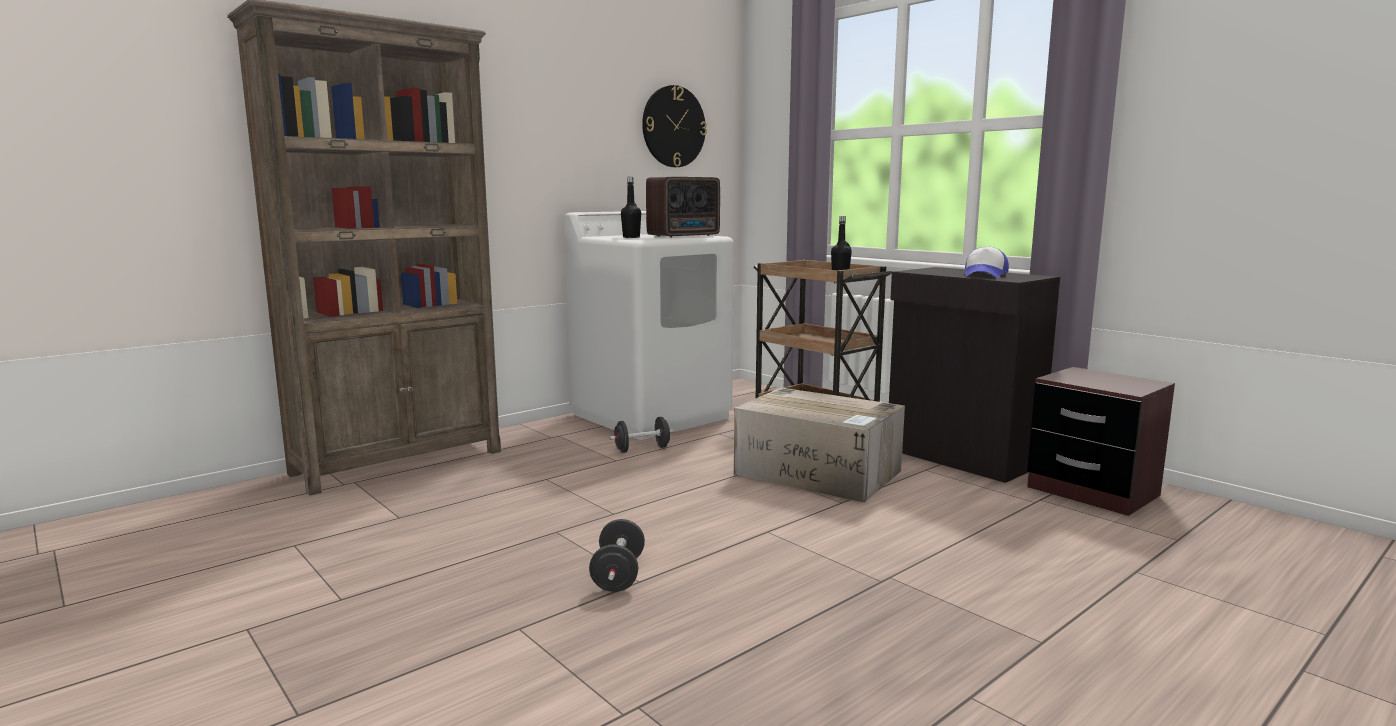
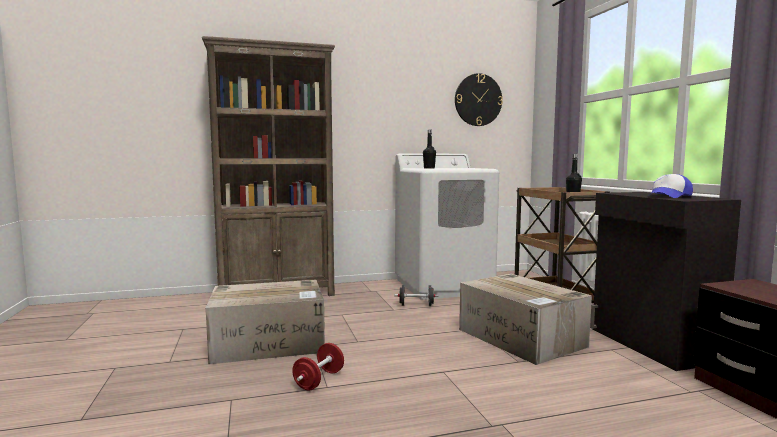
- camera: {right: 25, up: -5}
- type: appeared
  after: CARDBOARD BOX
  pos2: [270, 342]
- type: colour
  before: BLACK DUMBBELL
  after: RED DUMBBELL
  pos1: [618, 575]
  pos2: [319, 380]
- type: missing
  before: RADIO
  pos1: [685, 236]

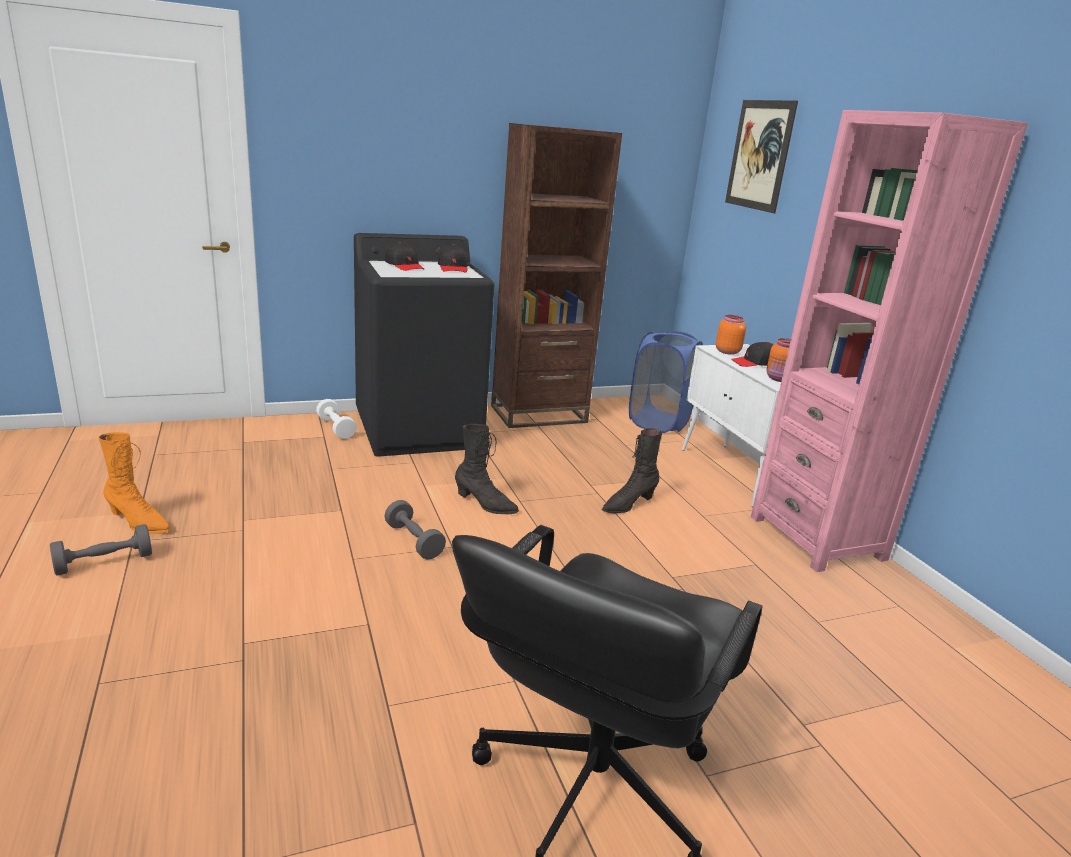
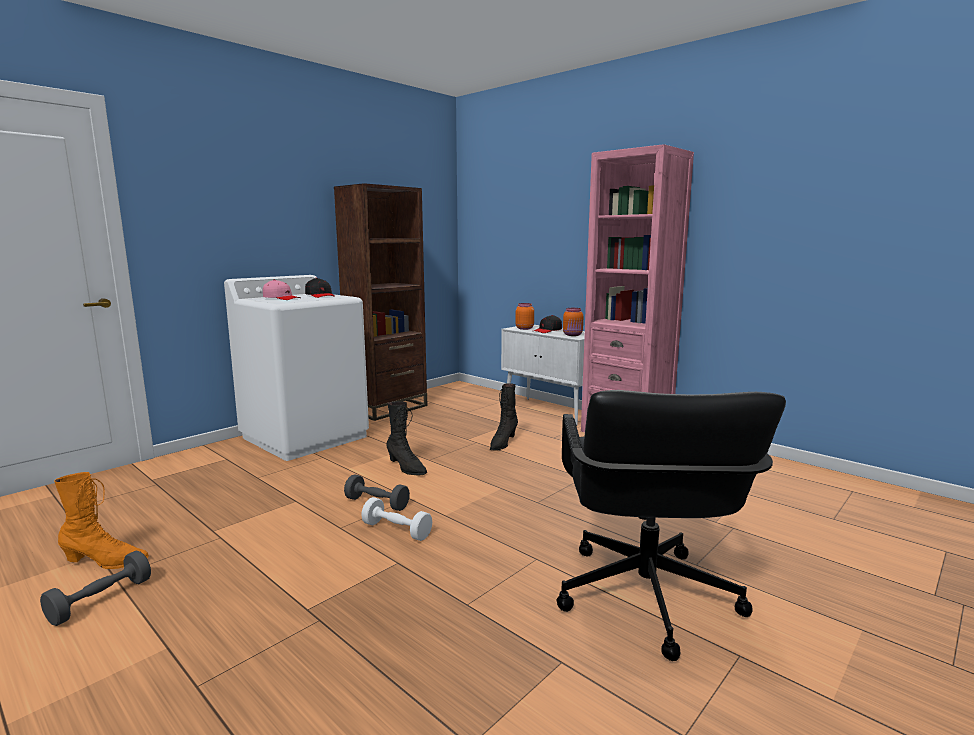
- camera: {right: -25, up: -10}
- type: colour
  before: BLACK WASHING MACHINE
  after: WHITE WASHING MACHINE
  pos1: [419, 430]
  pos2: [305, 437]
- type: colour
  before: BLACK CAP
  after: PINK CAP
  pos1: [404, 266]
  pos2: [281, 298]
- type: relocated
  before: WHITE DUMBBELL
  pos1: [336, 428]
  pos2: [397, 530]
- type: spun
  before: BLACK BOOT
  pos1: [485, 504]
  pos2: [406, 468]
  turn: 45
- type: missing
  before: BLUE LAUNDRY BASKET
  pos1: [659, 422]
- type: missing
  before: PICTURE
  pos1: [759, 155]

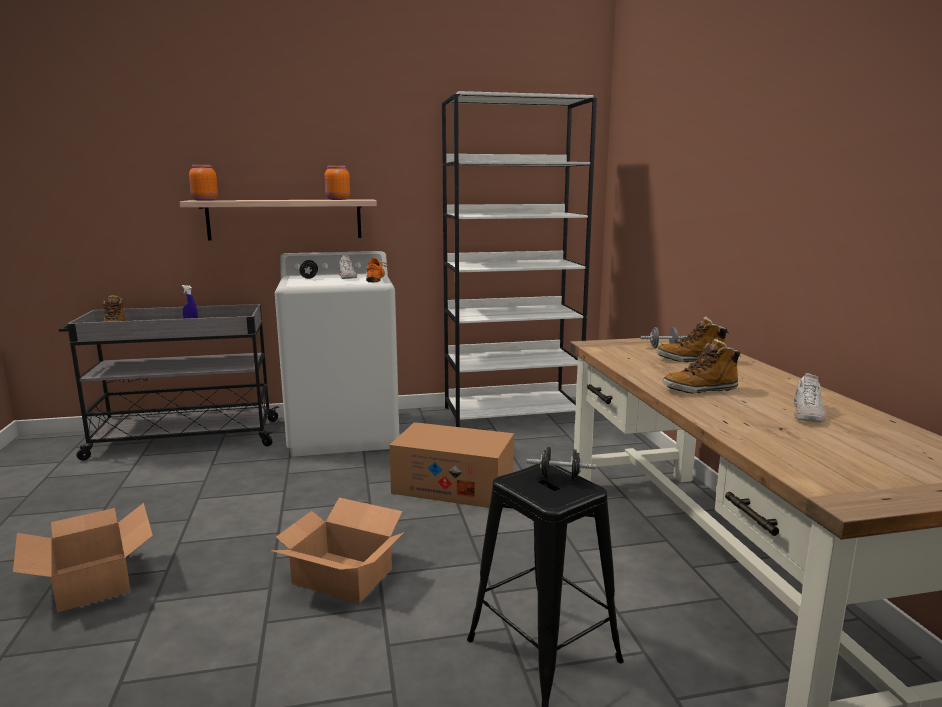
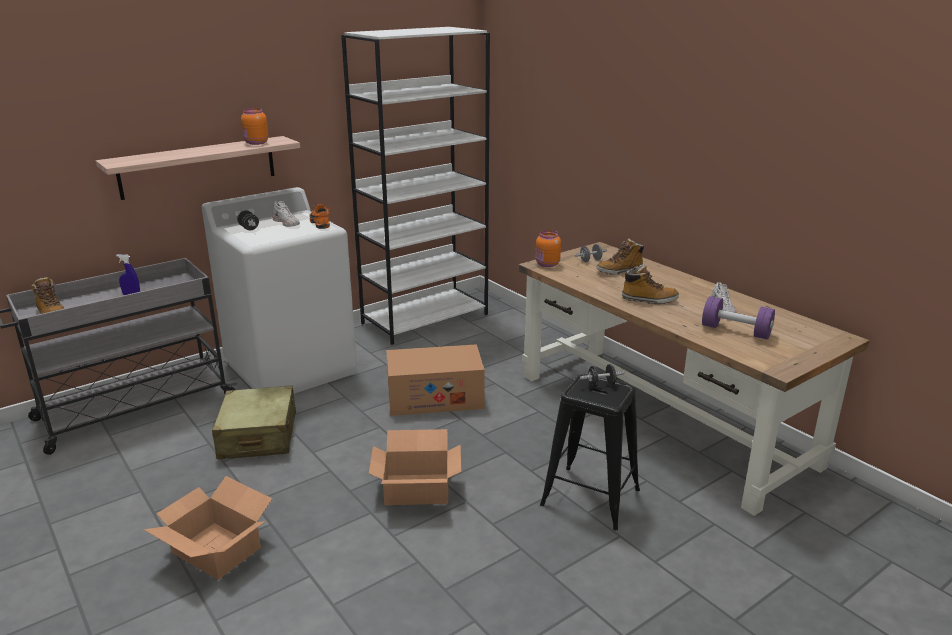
- camera: {right: -25, up: 10}
- type: appeared
  after: BEIGE SUITCASE
  pos2: [258, 436]
- type: relocated
  before: ORANGE JAR
  pos1: [204, 200]
  pos2: [547, 264]
- type: spun
  before: BOOT
  pos1: [700, 389]
  pos2: [649, 300]
  turn: -135
- type: appeared
  after: PURPLE DUMBBELL
  pos2: [736, 331]

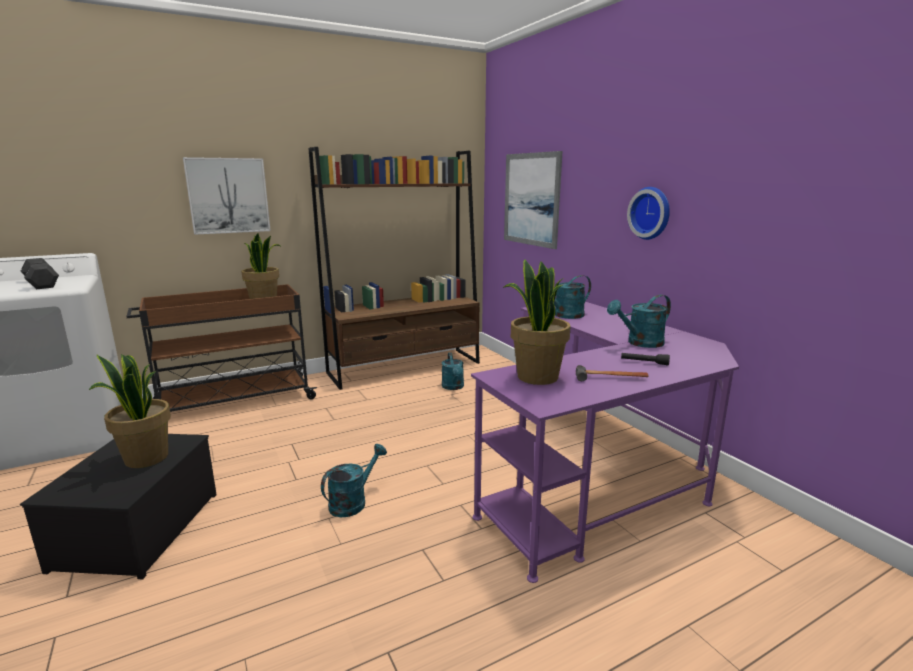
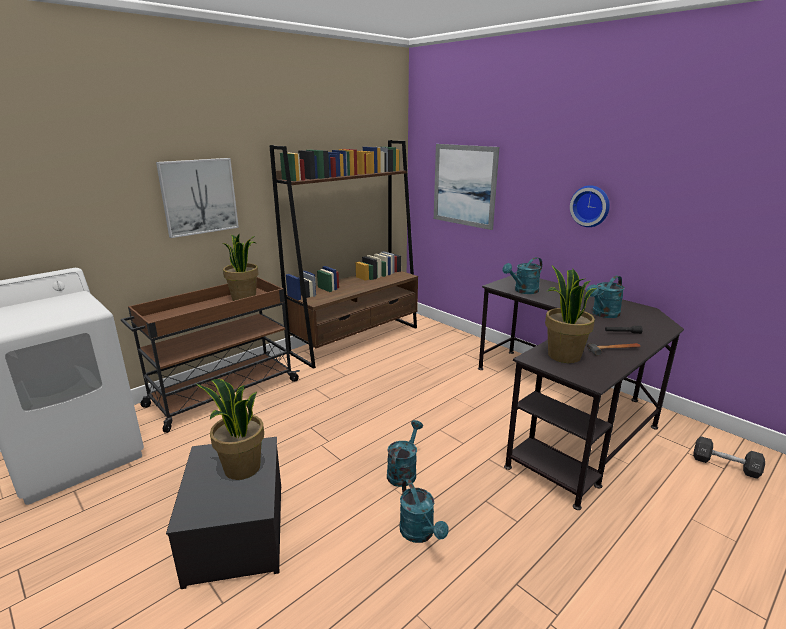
- camera: {right: -15, up: 5}
- type: relocated
  before: TURQUOISE WATERING CAN
  pos1: [453, 387]
  pos2: [420, 534]
- type: colour
  before: PURPLE DESK
  after: BLACK DESK
  pos1: [597, 468]
  pos2: [566, 411]
- type: relocated
  before: BLACK DUMBBELL
  pos1: [42, 284]
  pos2: [725, 465]

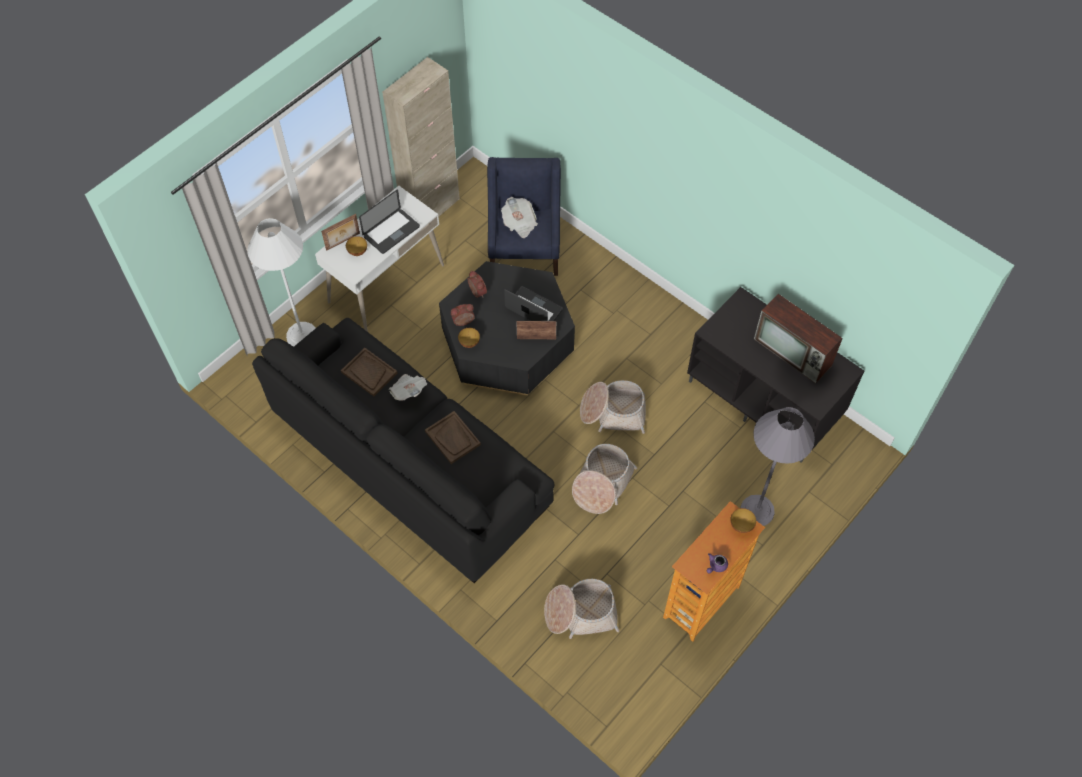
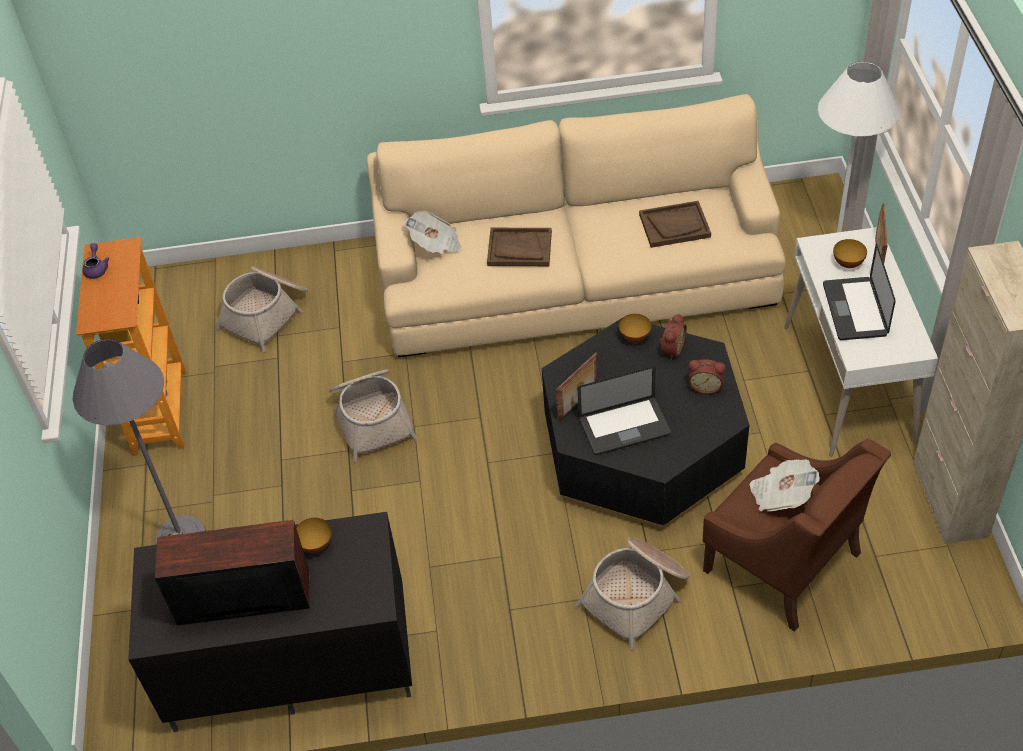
- camera: {right: 135, up: -10}
- type: relocated
  before: BOWL
  pos1: [741, 525]
  pos2: [316, 545]
- type: colour
  before: BLACK SOFA
  after: BEIGE SOFA
  pos1: [409, 458]
  pos2: [577, 280]
- type: relocated
  before: NEWSPAPER
  pos1: [408, 391]
  pos2: [436, 244]
- type: relocated
  before: BASKET
  pos1: [613, 412]
  pos2: [637, 595]
- type: colour
  before: BLUE ARMCHAIR
  after: BROWN ARMCHAIR
  pos1: [525, 249]
  pos2: [783, 563]

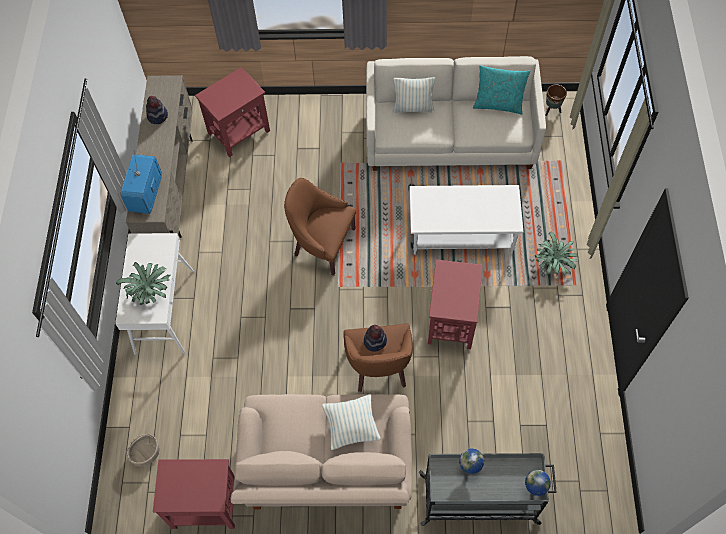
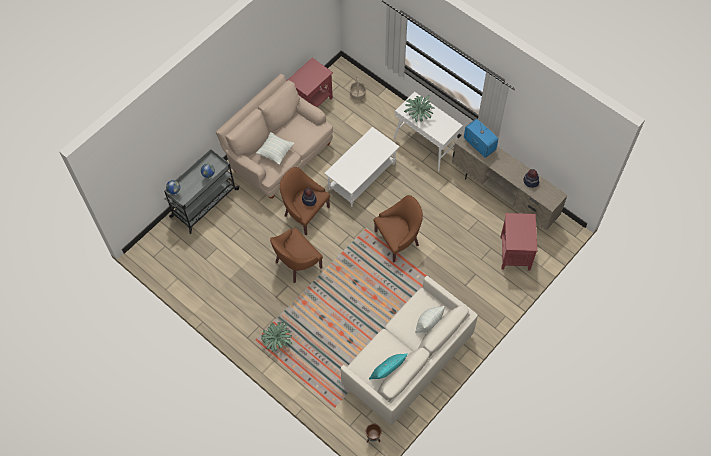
- camera: {right: 130, up: 0}
- type: exchanged
  before: RED SIDE TABLE
  after: BROWN ARMCHAIR
  pos1: [451, 320]
  pos2: [296, 263]
- type: relocated
  before: WHITE COFFEE TABLE
  pos1: [462, 233]
  pos2: [362, 177]

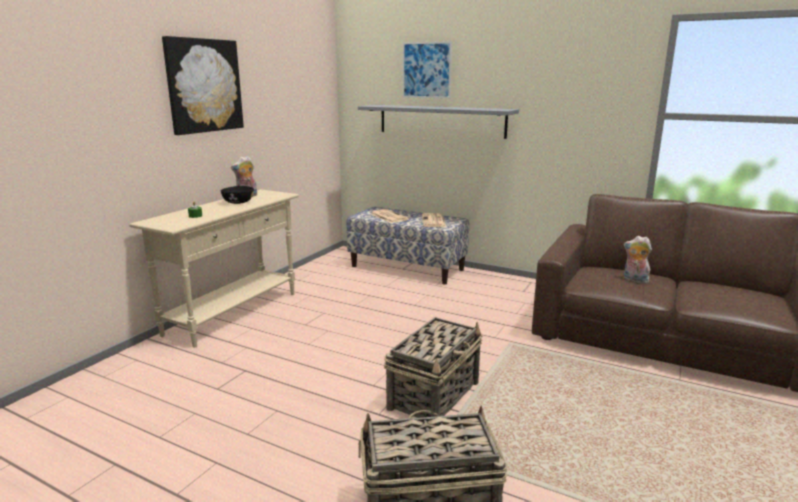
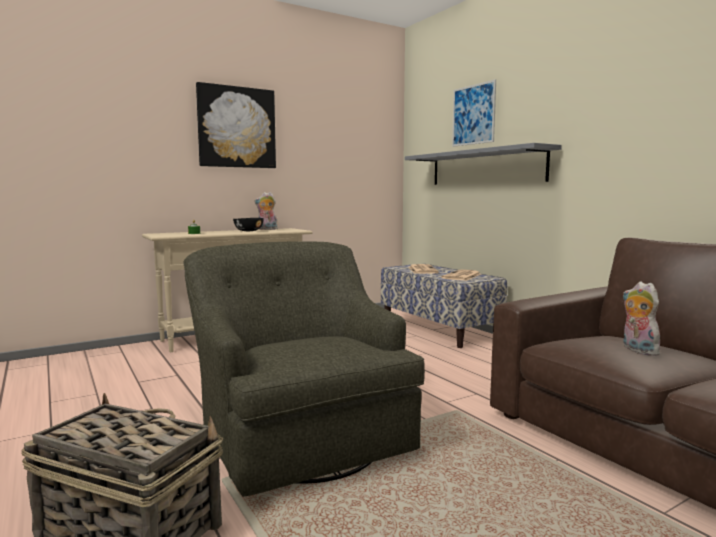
- camera: {right: 30, up: -10}
- type: exchanged
  before: BASKET
  after: GREEN ARMCHAIR
  pos1: [435, 395]
  pos2: [300, 434]

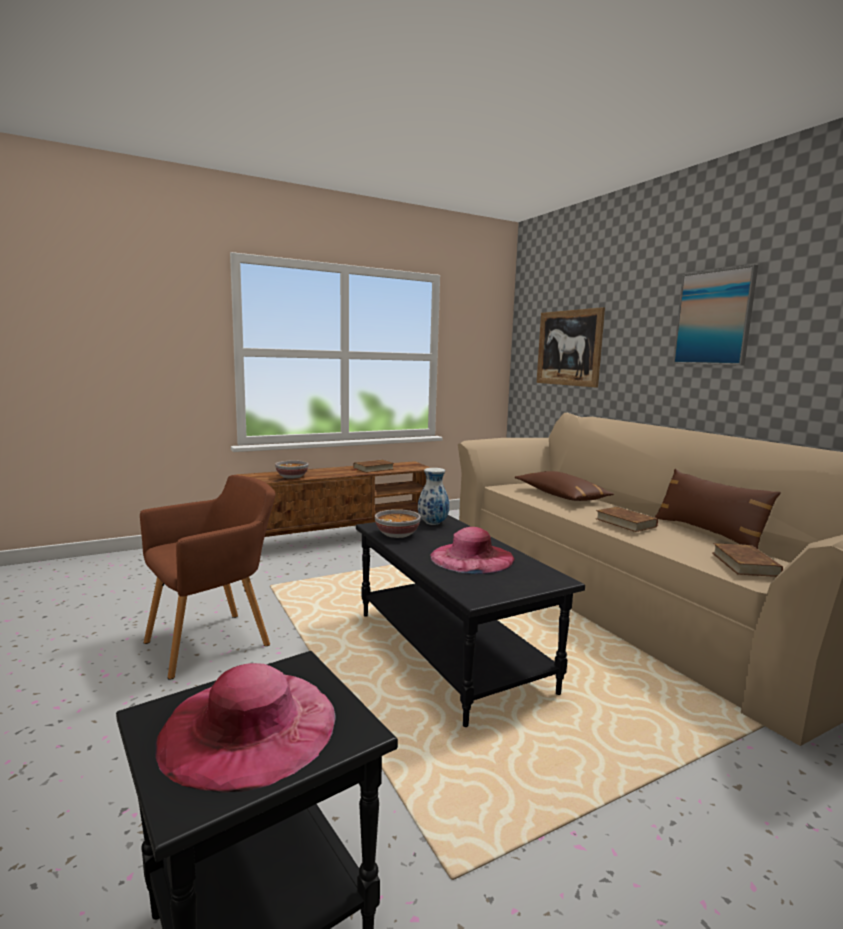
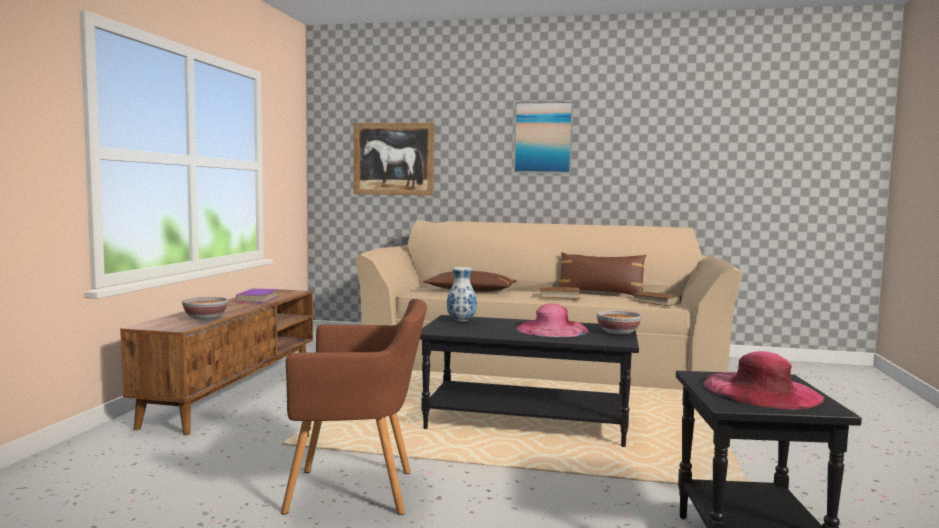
- camera: {right: -50, up: -5}
- type: colour
  before: BROWN BOOK
  after: PURPLE BOOK
  pos1: [373, 469]
  pos2: [257, 299]
- type: spun
  before: BROWN ARMCHAIR
  pos1: [214, 641]
  pos2: [358, 491]
  turn: 90
- type: relocated
  before: BOWL
  pos1: [397, 534]
  pos2: [618, 332]

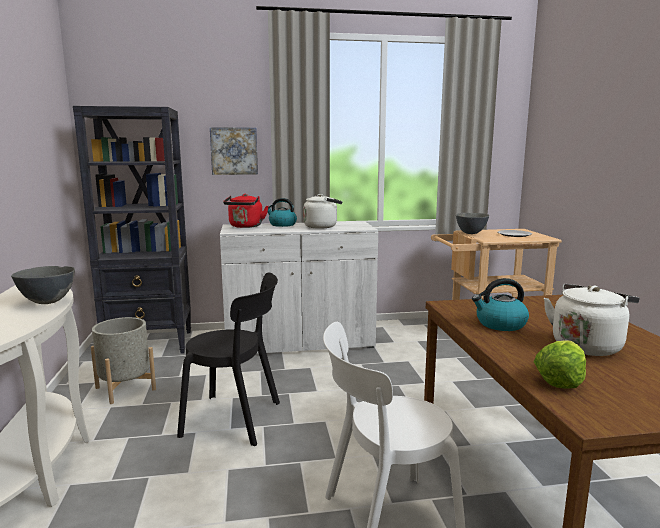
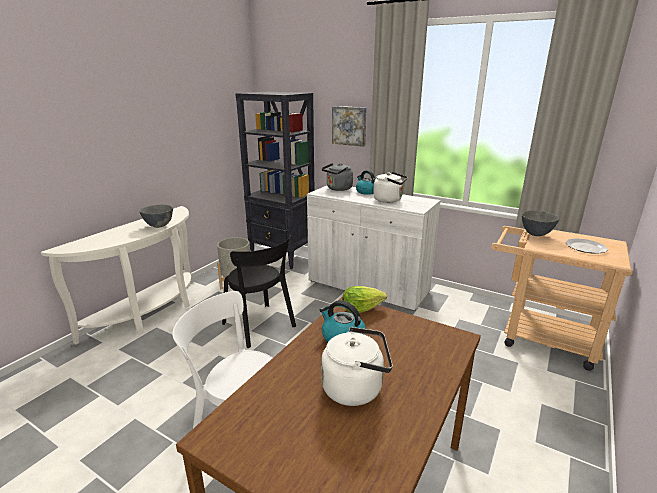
- camera: {right: 40, up: 10}
- type: colour
  before: RED KETTLE
  after: GREY KETTLE
  pos1: [245, 226]
  pos2: [338, 189]
- type: relocated
  before: LETTUCE
  pos1: [560, 379]
  pos2: [361, 308]

